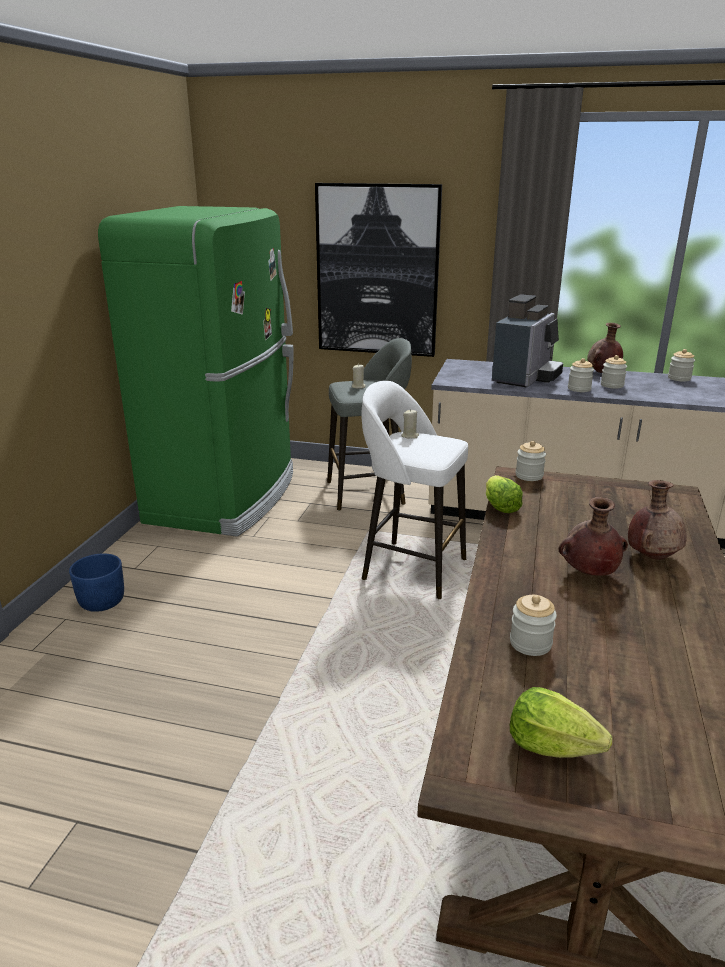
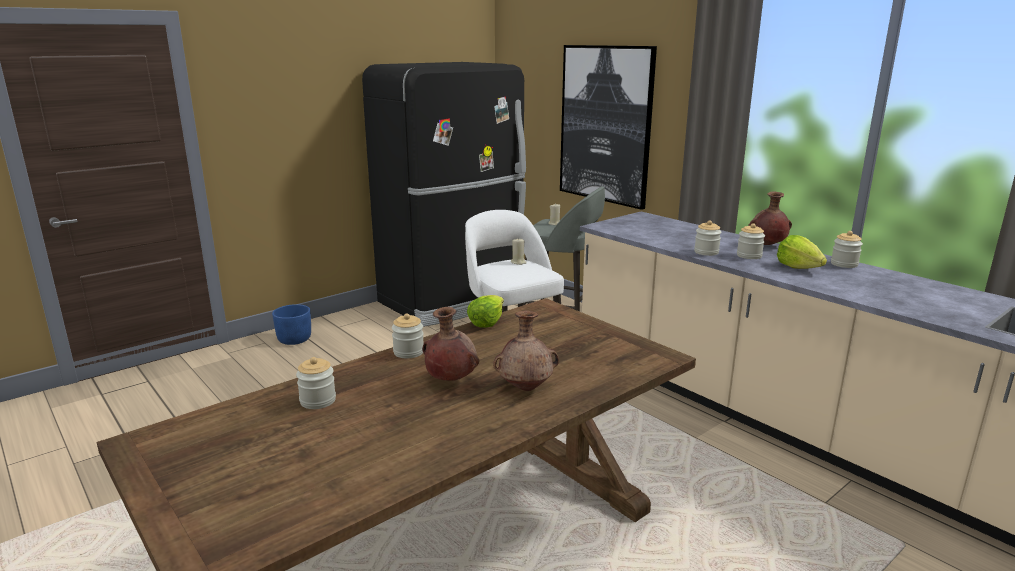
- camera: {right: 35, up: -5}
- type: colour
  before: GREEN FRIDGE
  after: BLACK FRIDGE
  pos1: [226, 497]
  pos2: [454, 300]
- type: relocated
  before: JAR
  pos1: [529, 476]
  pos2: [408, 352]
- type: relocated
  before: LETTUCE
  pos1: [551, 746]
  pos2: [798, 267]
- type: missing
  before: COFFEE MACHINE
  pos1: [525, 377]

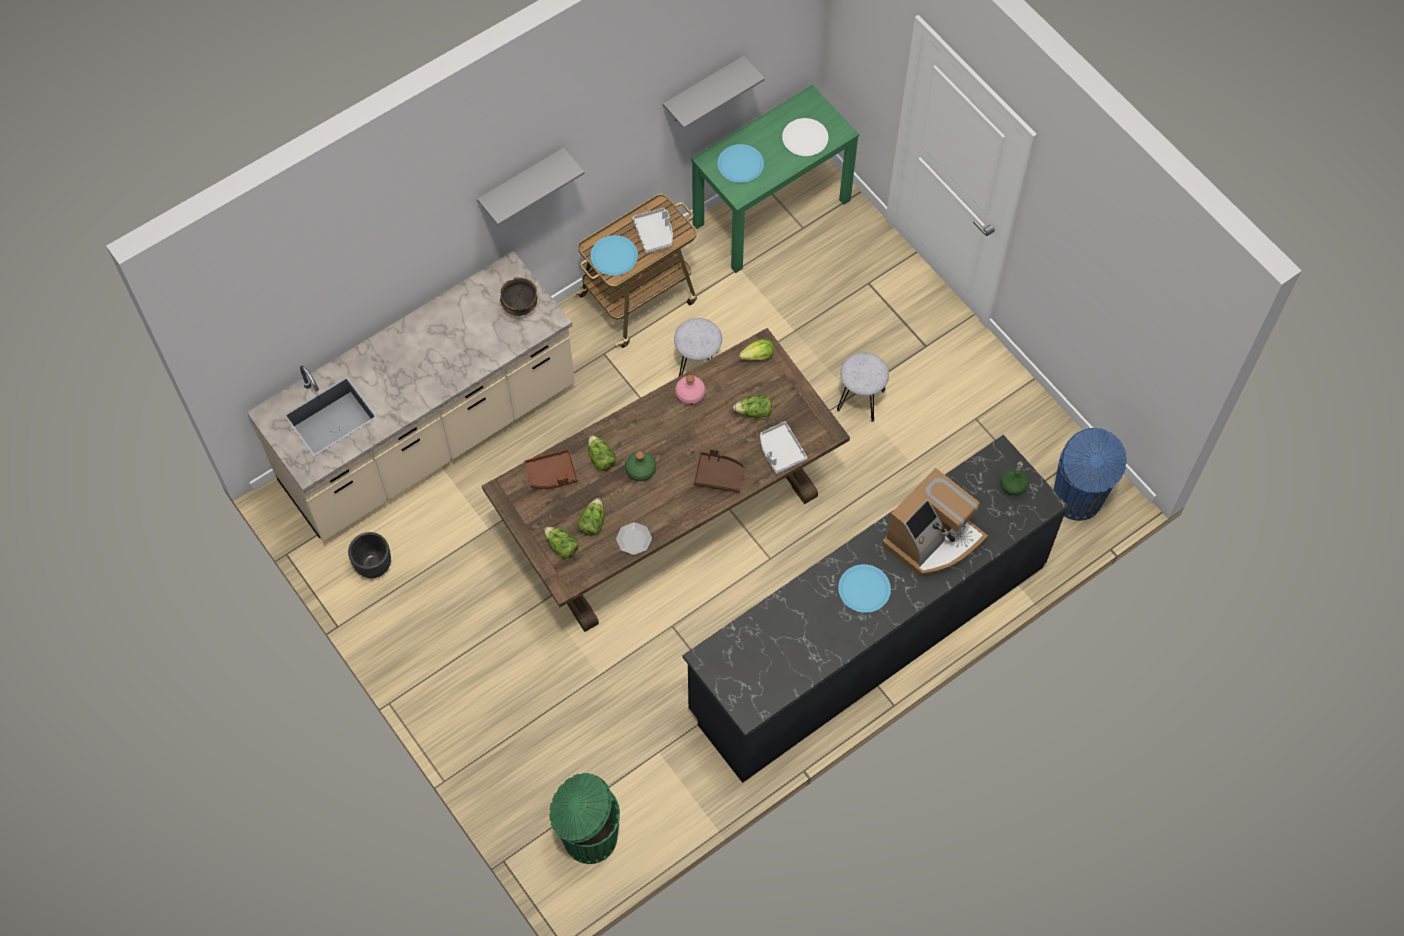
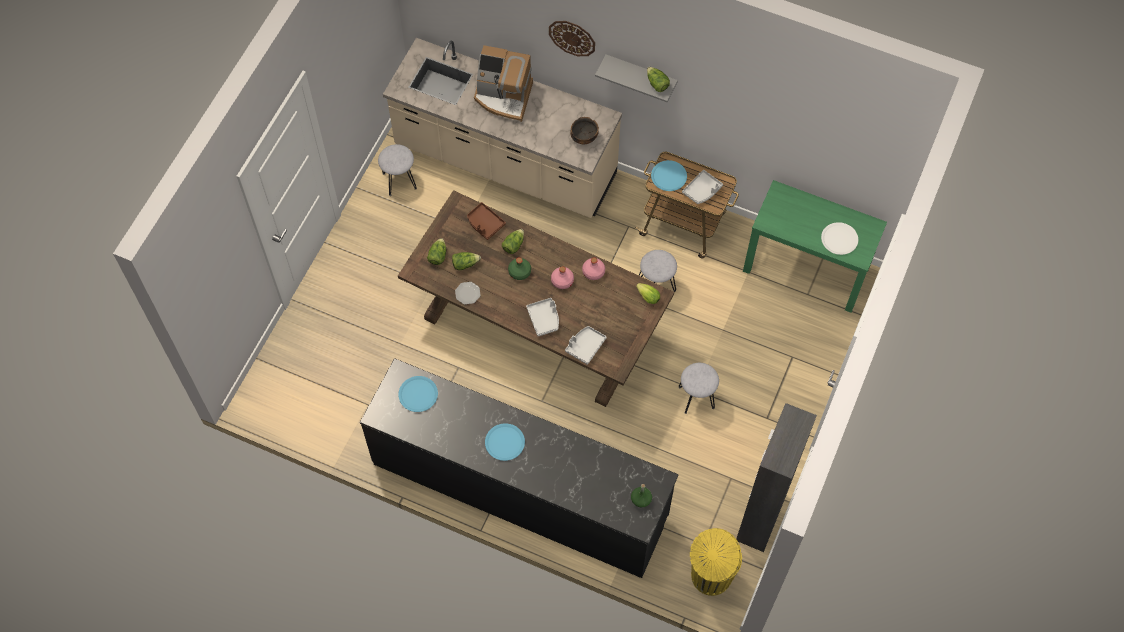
- camera: {right: 60, up: 0}
- type: exchanged
  before: BLACK PLANTER
  after: GREY STOOL
  pos1: [373, 566]
  pos2: [399, 180]
- type: relocated
  before: BLUE PLATE
  pos1: [740, 164]
  pos2: [418, 394]
- type: relocated
  before: COFFEE MACHINE
  pos1: [932, 540]
  pos2: [503, 96]
- type: colour
  before: BROWN TRAY
  after: GREY TRAY
  pos1: [719, 475]
  pos2: [544, 319]
- type: appeared
  after: WALL CLOCK
  pos2: [572, 37]
- type: appeared
  after: PINK BOTTLE
  pos2: [562, 280]
- type: relocated
  before: LETTUCE
  pos1: [754, 412]
  pos2: [656, 84]
- type: colour
  before: BLUE TRASH CAN
  after: YELLOW TRASH CAN
  pos1: [1077, 500]
  pos2: [710, 577]
- type: appeared
  after: BLACK CABINET
  pos2: [761, 517]
- type: missing
  before: GREEN TRASH CAN
  pos1: [588, 837]
- type: missing
  before: GREY SHELF
  pos1: [703, 91]

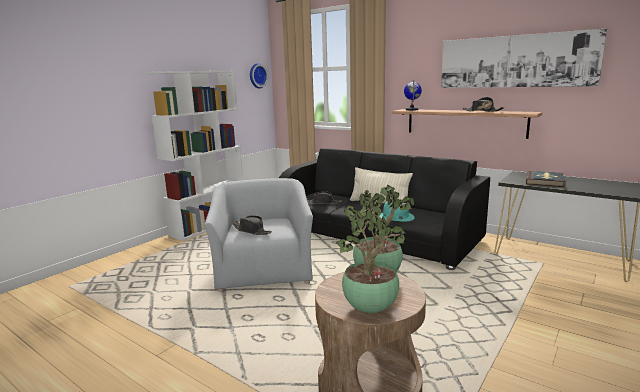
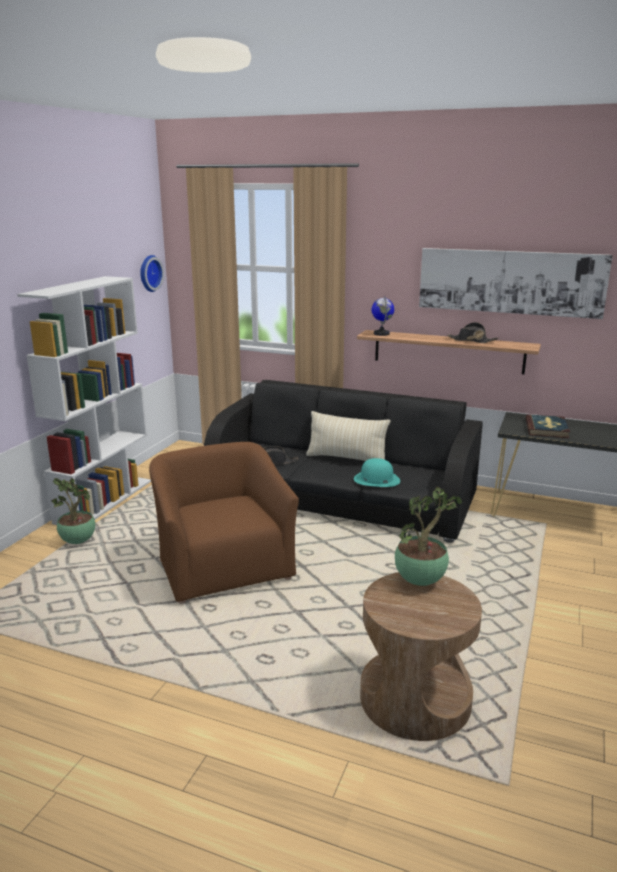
- camera: {right: -15, up: 5}
- type: relocated
  before: POTTED PLANT
  pos1: [371, 309]
  pos2: [79, 541]
- type: colour
  before: GREY ARMCHAIR
  after: BROWN ARMCHAIR
  pos1: [264, 271]
  pos2: [223, 567]
- type: missing
  before: BLACK HAT
  pos1: [252, 231]

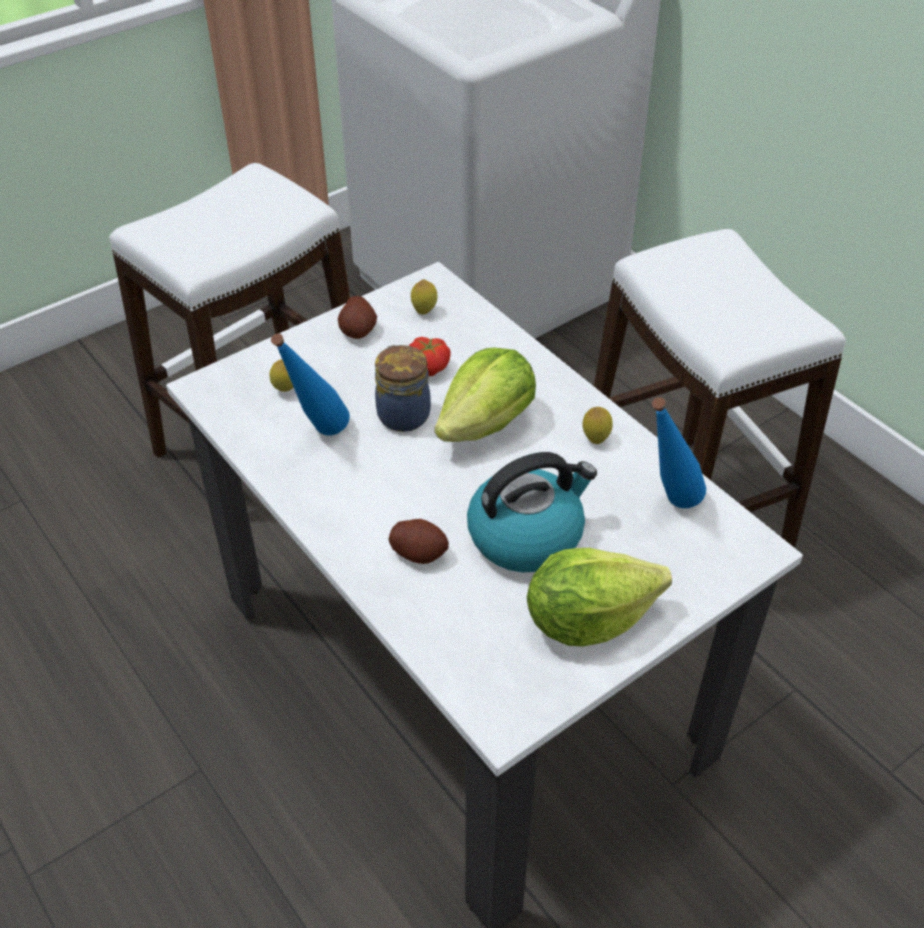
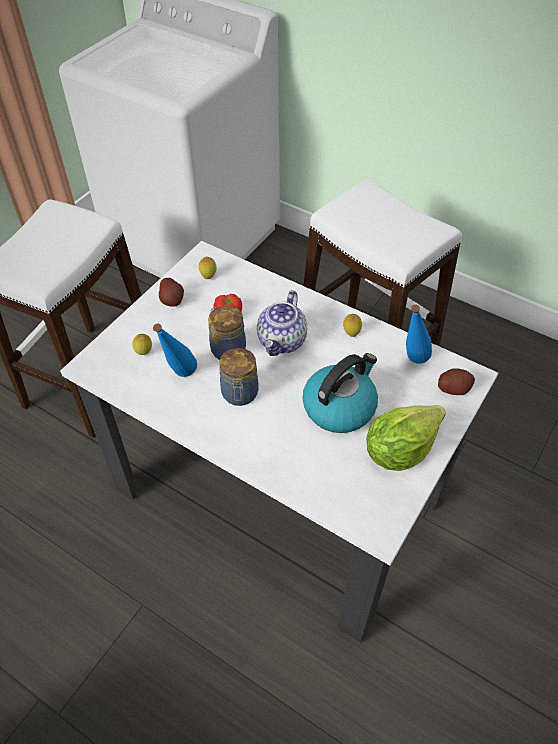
- camera: {right: -20, up: 5}
- type: appeared
  after: JAR
  pos2: [239, 394]
- type: exchanged
  before: LETTUCE
  after: TEAPOT
  pos1: [487, 424]
  pos2: [282, 341]
- type: relocated
  before: POTATO
  pos1: [419, 552]
  pos2: [453, 388]

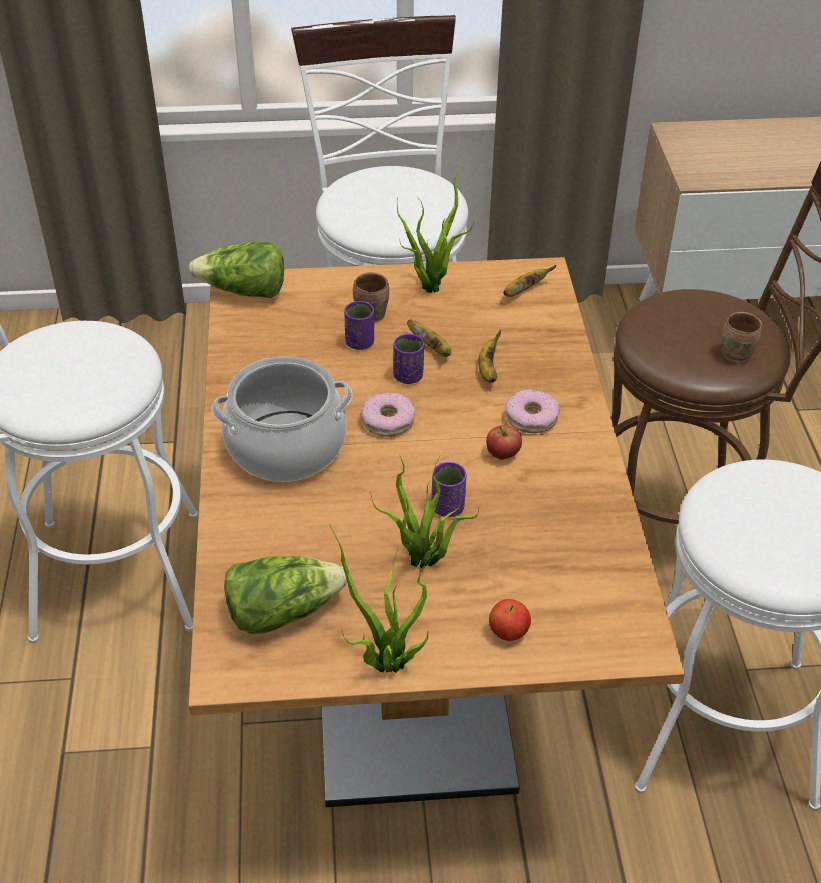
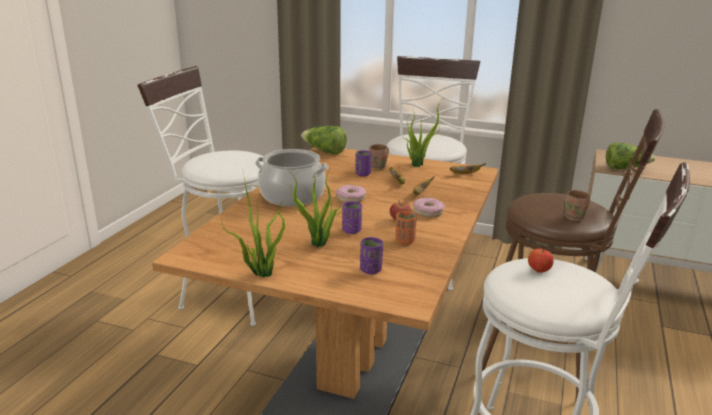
- camera: {right: 25, up: -20}
- type: relocated
  before: PURPLE CUP
  pos1: [408, 376]
  pos2: [371, 270]
- type: appeared
  after: ORANGE CUP
  pos2: [405, 241]
- type: relocated
  before: APPLE
  pos1: [508, 632]
  pos2: [539, 271]
- type: relocated
  before: LETTUCE
  pos1: [282, 611]
  pos2: [625, 168]

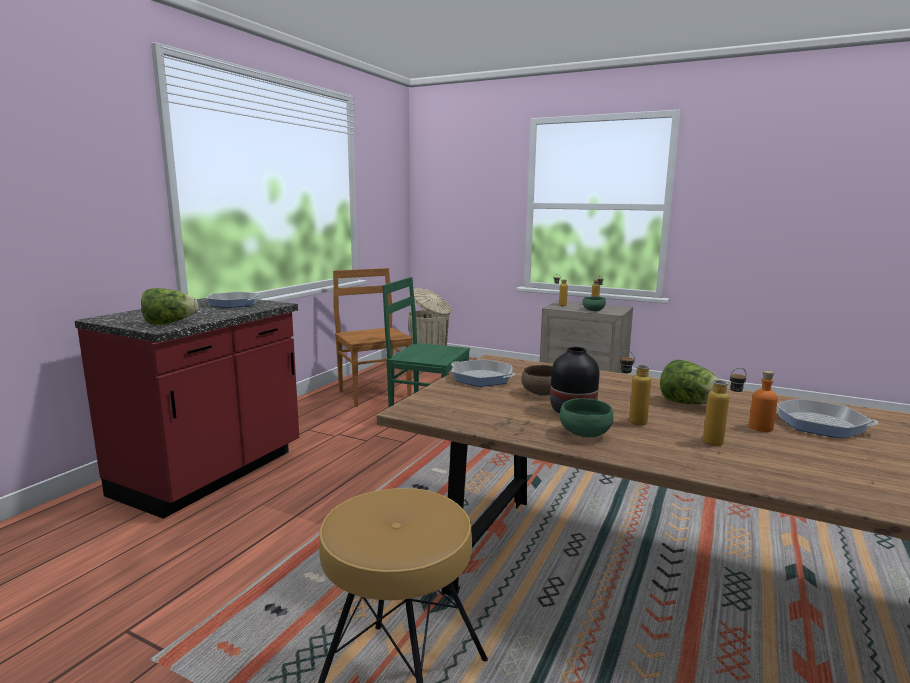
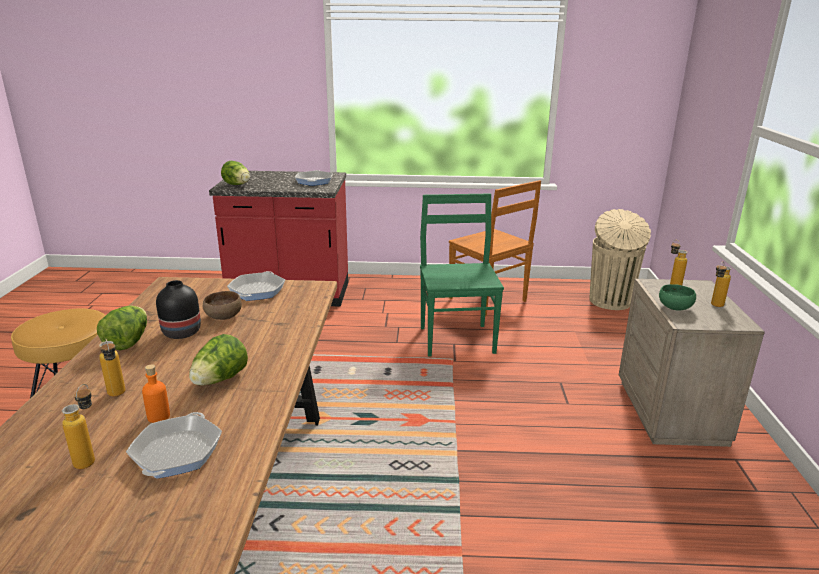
- camera: {right: 65, up: 10}
- type: relocated
  before: BOTTLE
  pos1: [630, 421]
  pos2: [90, 458]
- type: exchanged
  before: GREEN BOWL
  after: LETTUCE
  pos1: [585, 434]
  pos2: [128, 342]
- type: spun
  before: BROWN CHAIR
  pos1: [374, 393]
  pos2: [489, 300]
  turn: 105

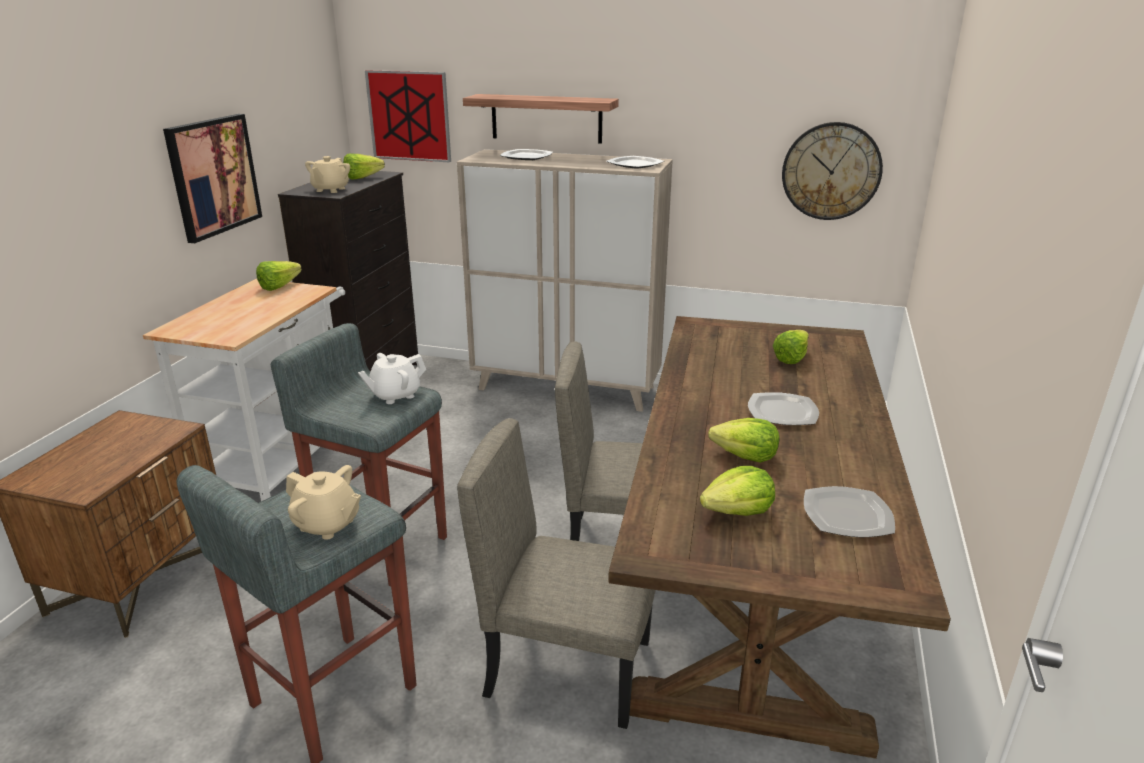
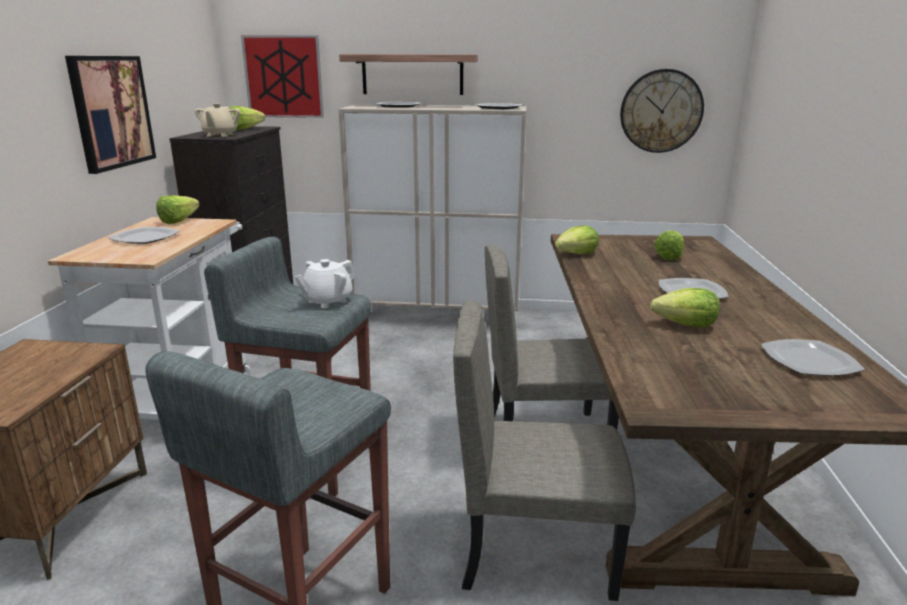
- camera: {right: -10, up: -5}
- type: appeared
  after: PLATE
  pos2: [145, 237]
- type: relocated
  before: LETTUCE
  pos1: [738, 511]
  pos2: [576, 254]
- type: missing
  before: BEIGE TEAPOT
  pos1: [327, 524]

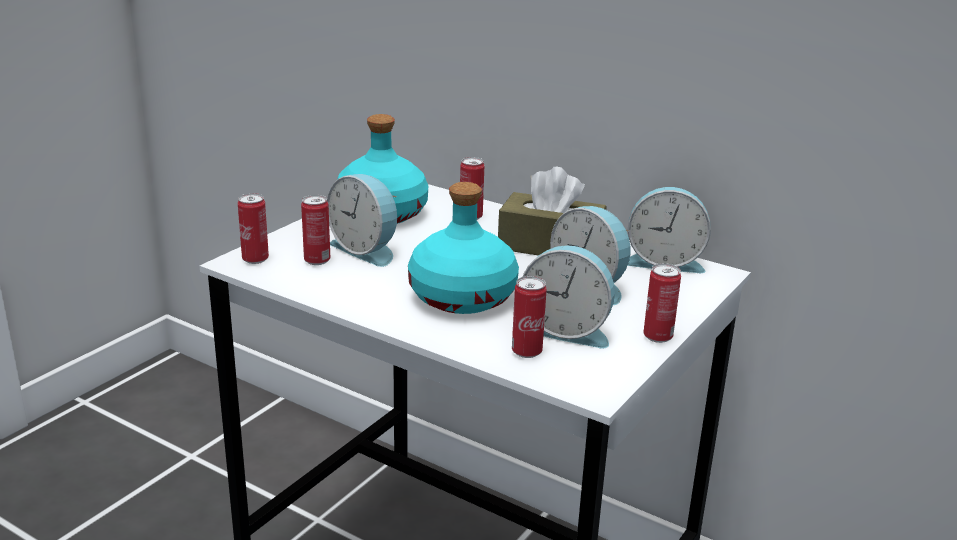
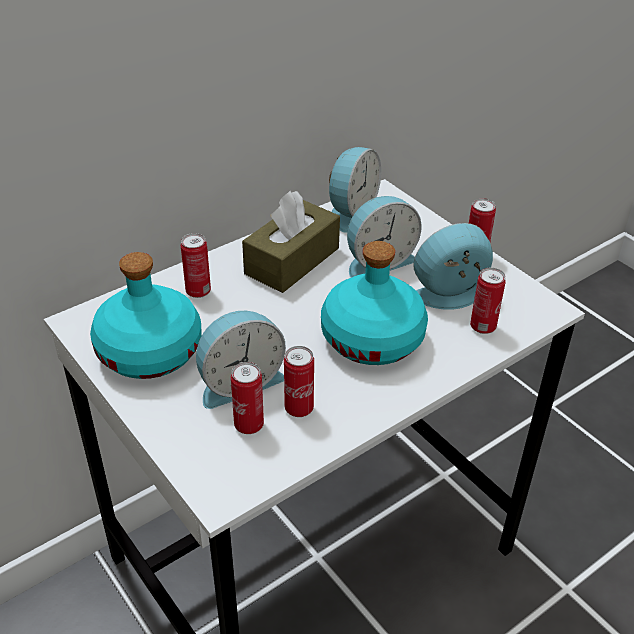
- camera: {right: -70, up: 15}
- type: relocated
  before: CAN
  pos1: [255, 259]
  pos2: [299, 408]
- type: spun
  before: ALARM CLOCK
  pos1: [567, 330]
  pos2: [452, 296]
  turn: -150

